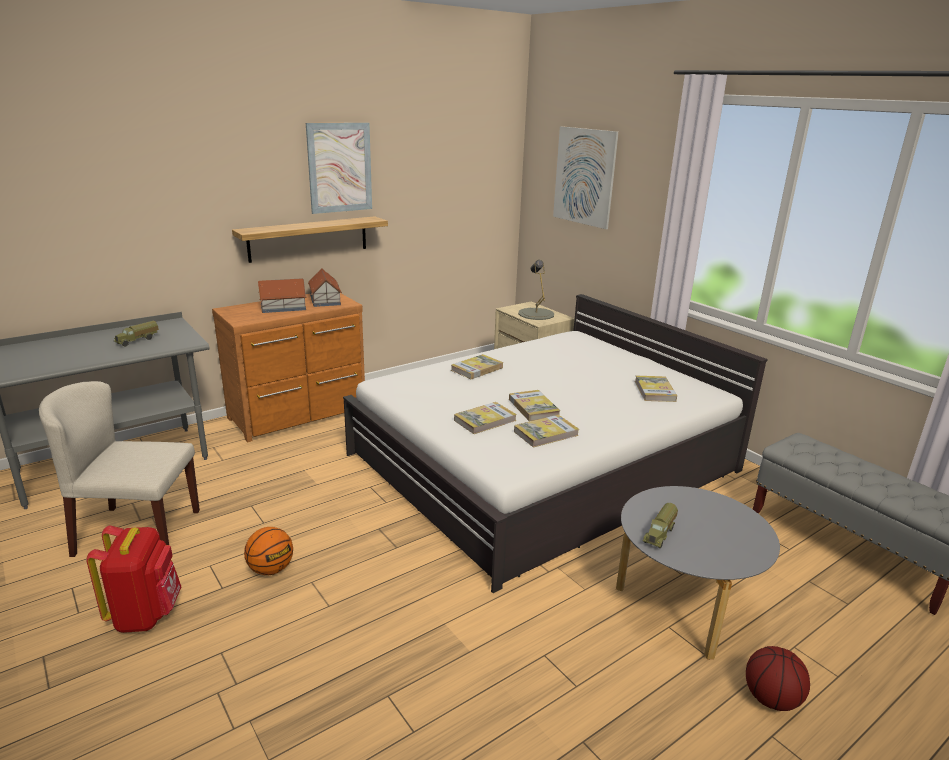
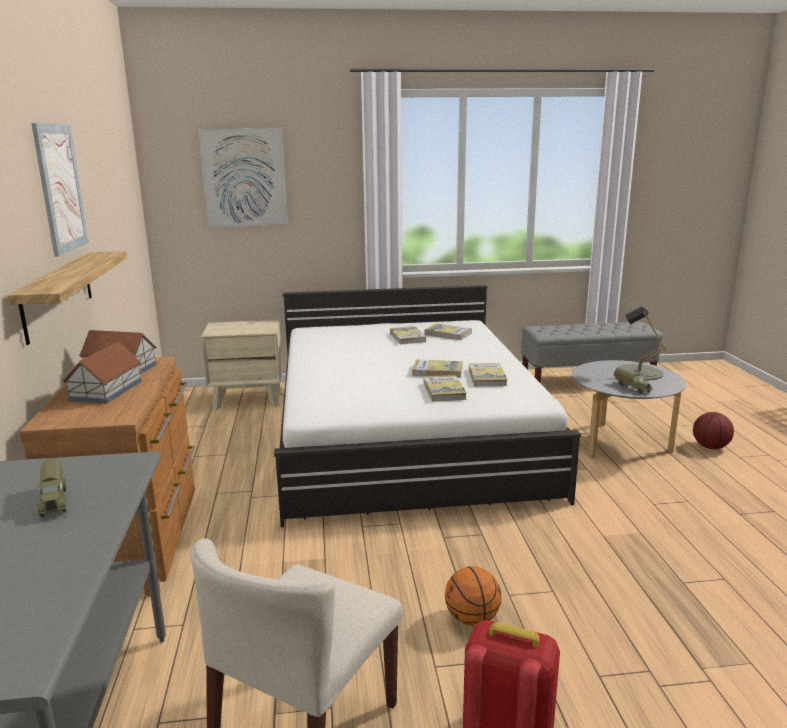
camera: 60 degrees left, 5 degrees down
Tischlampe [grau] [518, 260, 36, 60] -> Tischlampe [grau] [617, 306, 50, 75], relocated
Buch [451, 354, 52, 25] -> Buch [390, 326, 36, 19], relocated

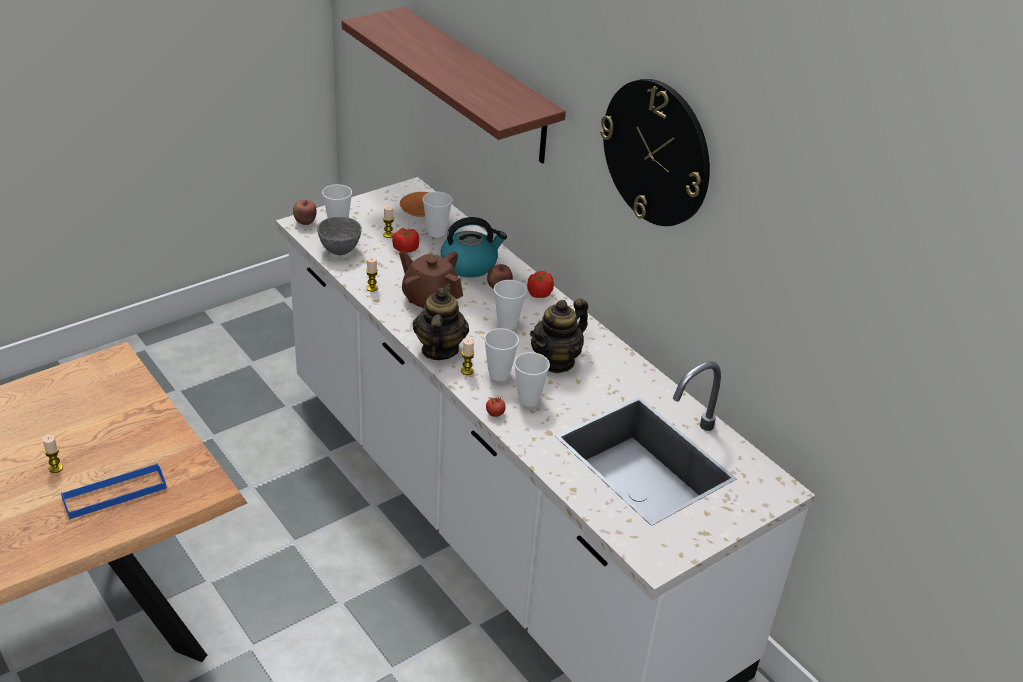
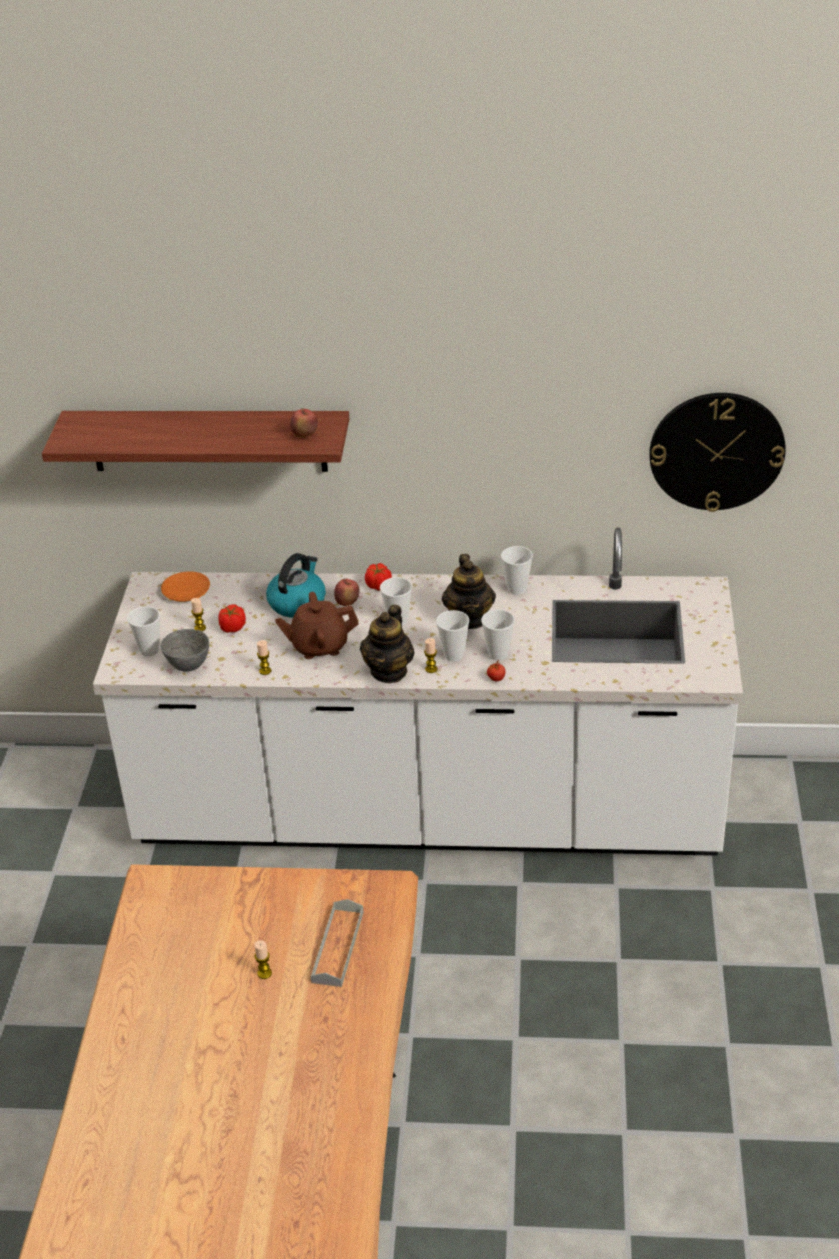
camera: 45 degrees left, 0 degrees up
Wanduhr [600, 79, 110, 147] -> Wanduhr [649, 393, 137, 119], relocated
Tasse [423, 192, 29, 46] -> Tasse [501, 546, 32, 49], relocated
Apfel [293, 200, 24, 25] -> Apfel [290, 408, 28, 30], relocated
Teekanne [413, 283, 56, 77] -> Teekanne [360, 605, 55, 78], 120 degrees counterclockwise
Tablett [blau] [61, 463, 106, 56] -> Tablett [grau] [311, 899, 53, 88]

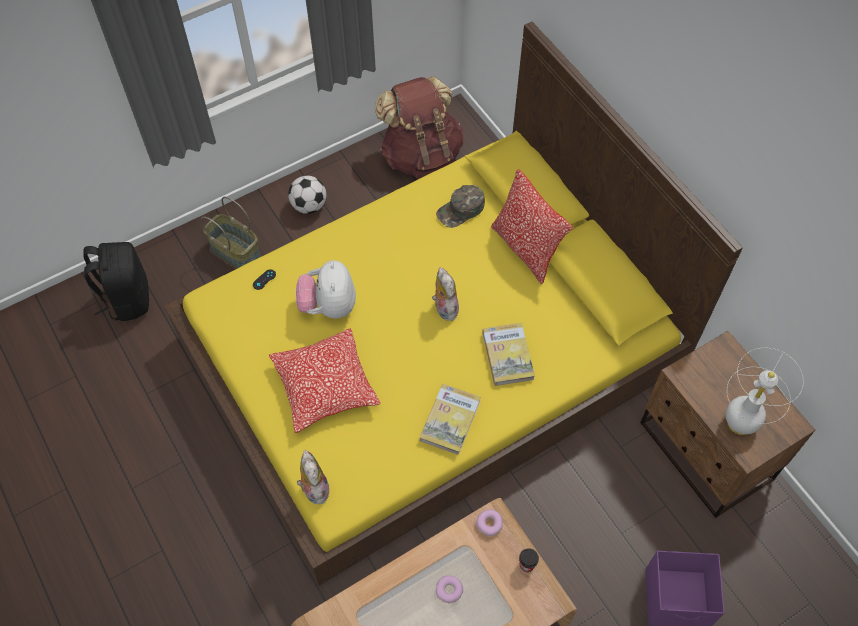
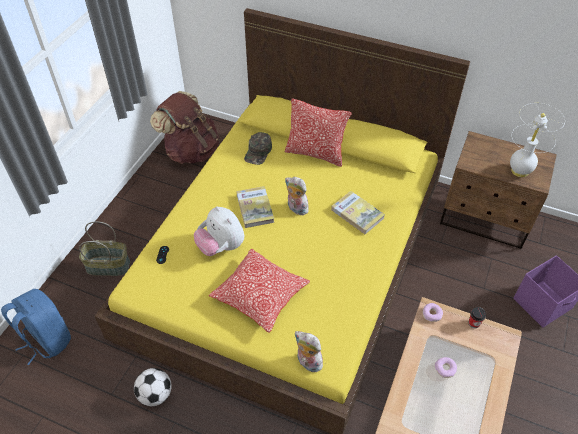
camera: 35 degrees left, 10 degrees down
Fußball [288, 176, 38, 38] -> Fußball [134, 368, 38, 38], relocated
Rucksack [schwarz] [83, 242, 67, 79] -> Rucksack [blau] [1, 289, 70, 76]
Buch [420, 384, 61, 71] -> Buch [236, 186, 38, 42], relocated

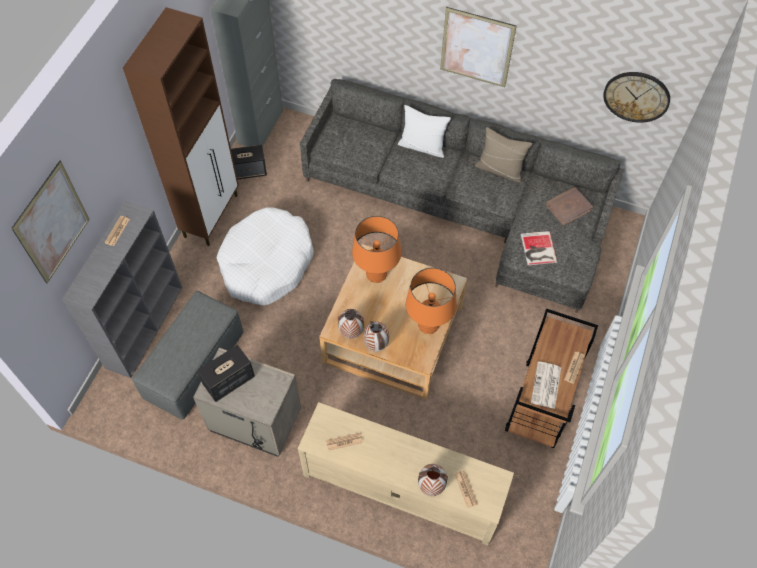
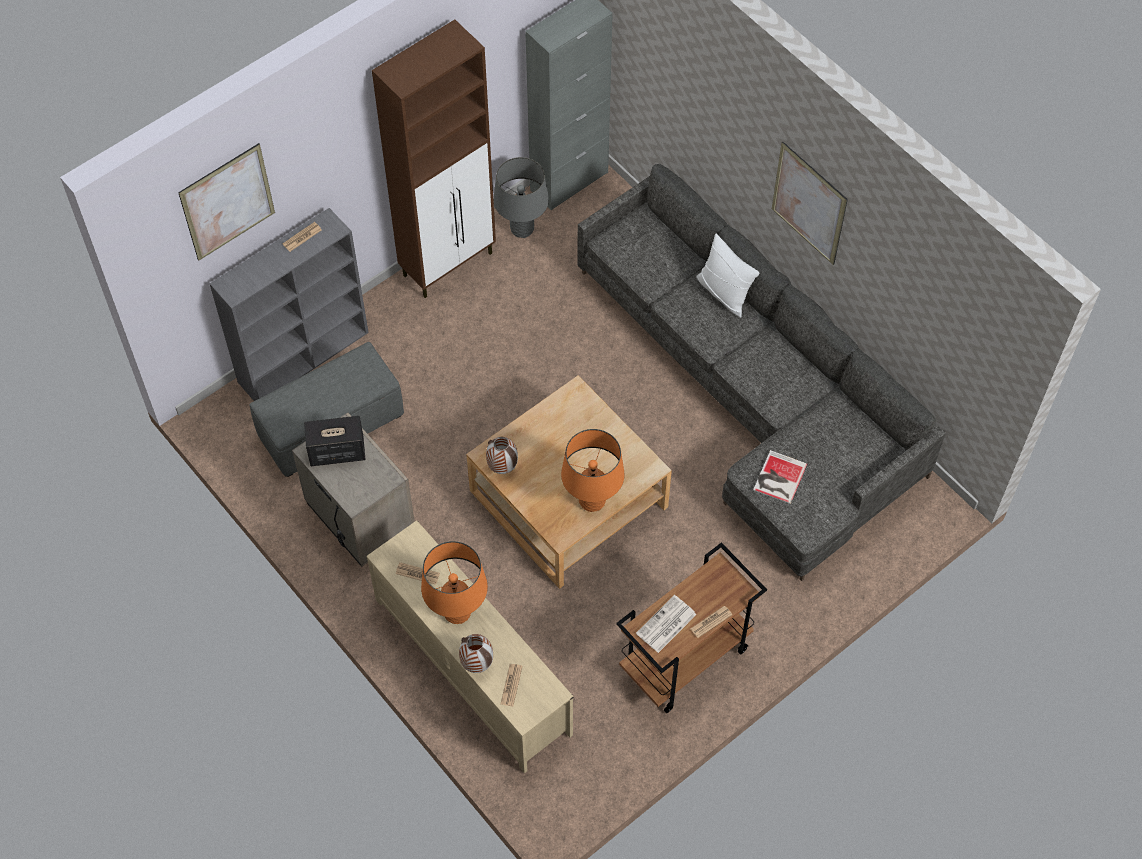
camera: 30 degrees right, 0 degrees up
Wanduhr [603, 72, 67, 51] -> none
Kissen [beige] [475, 127, 57, 56] -> none
Lautsprecher [231, 145, 36, 34] -> Tischlampe [grau] [494, 157, 55, 81]
Buch [braun] [546, 187, 47, 39] -> none
Hundebett [weiß] [217, 207, 97, 98] -> none
Tischlampe [orange] [352, 216, 49, 67] -> Tischlampe [orange] [421, 541, 67, 83], relocated
Vase [363, 321, 26, 31] -> none

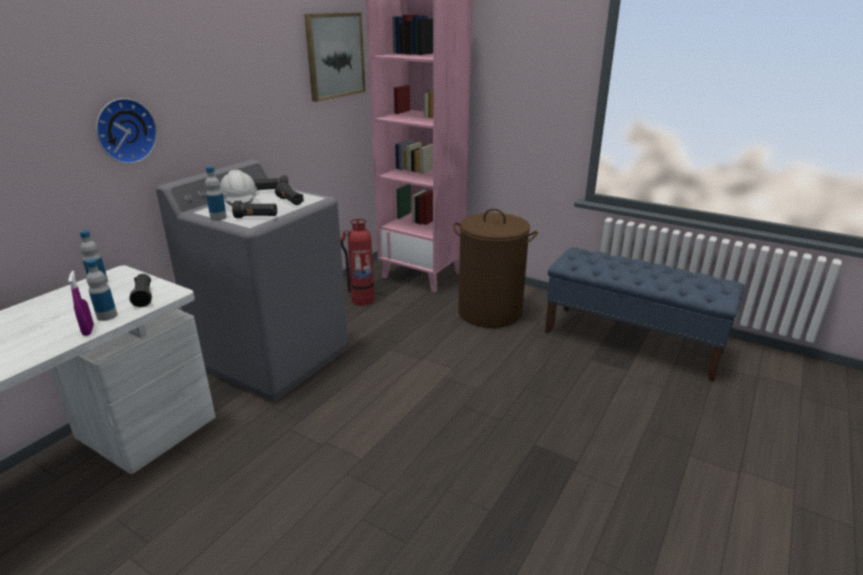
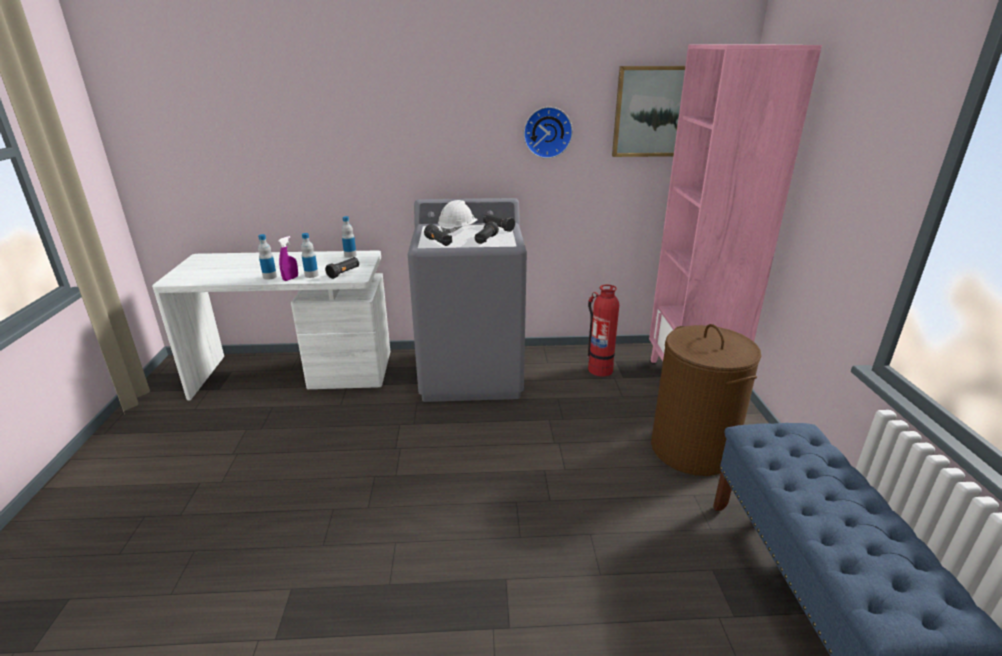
camera: 55 degrees right, 0 degrees up
Wanduhr [96, 98, 61, 66] -> Wanduhr [523, 107, 50, 52], relocated
Flasche [205, 166, 22, 55] -> Flasche [258, 234, 19, 46], relocated

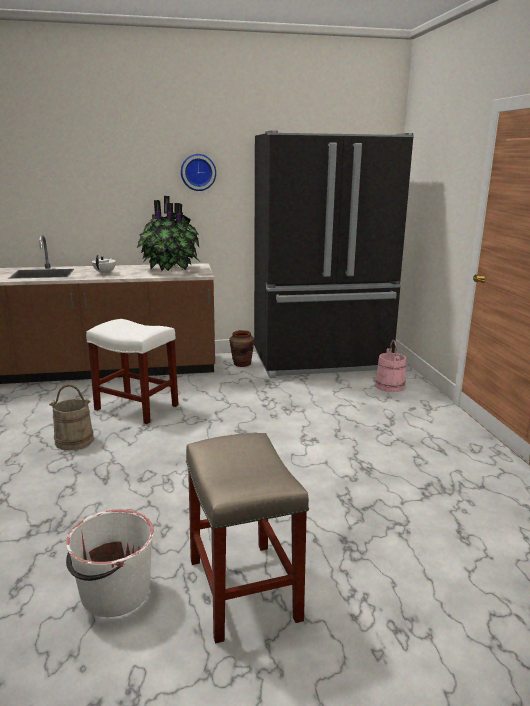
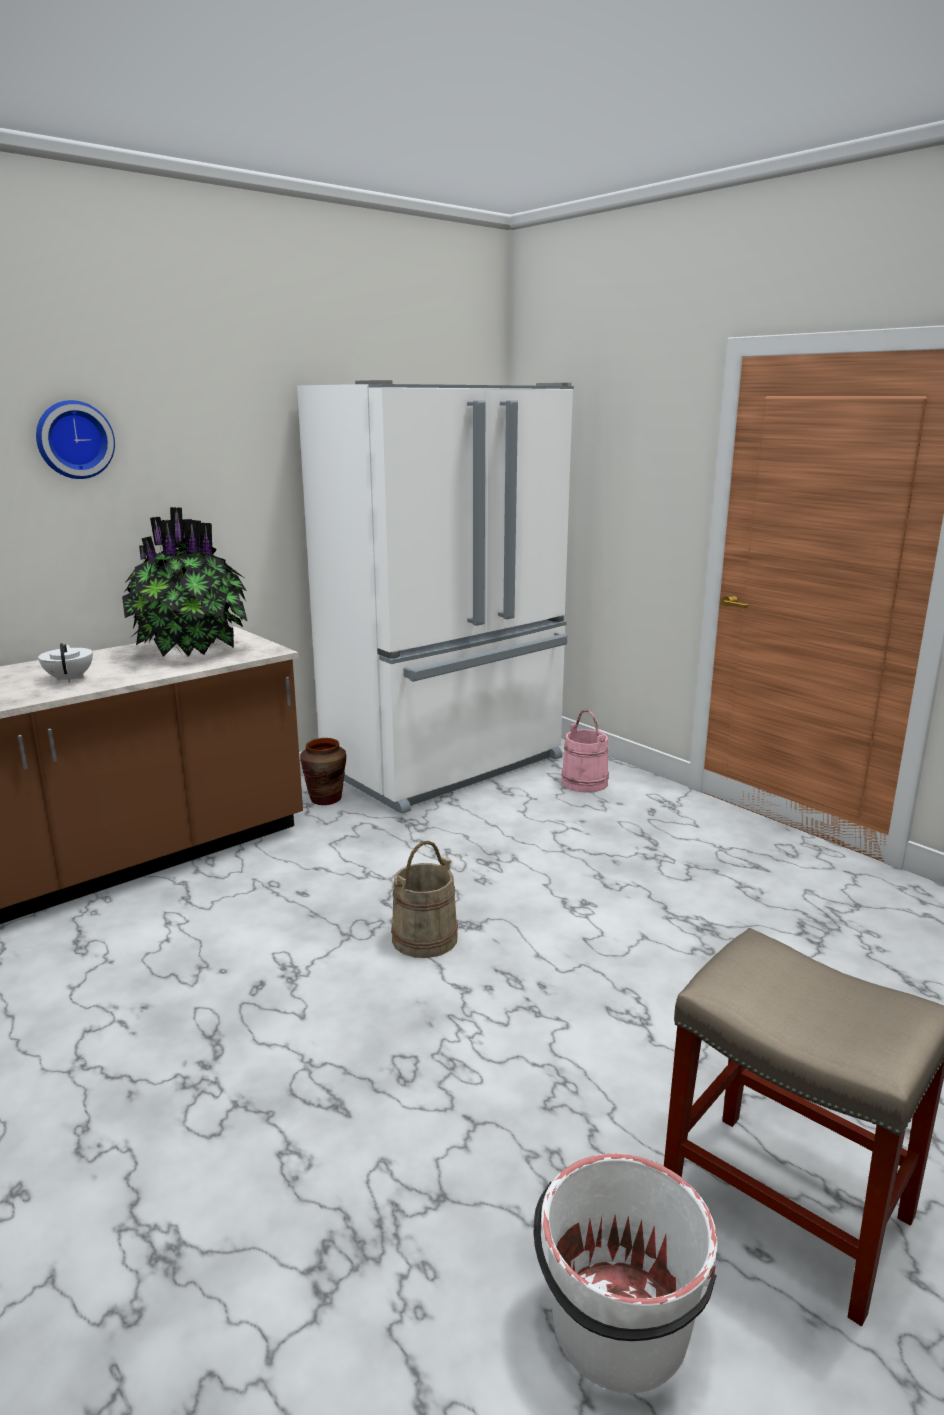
camera: 30 degrees left, 0 degrees up
Kühlschrank [schwarz] [254, 131, 160, 247] -> Kühlschrank [weiß] [297, 380, 277, 434]
Wanduhr [181, 154, 35, 37] -> Wanduhr [36, 400, 79, 79], relocated
Hocker [weiß] [86, 319, 93, 105] -> none
Eimer [beige] [49, 384, 45, 66] -> Eimer [beige] [391, 841, 67, 117], relocated

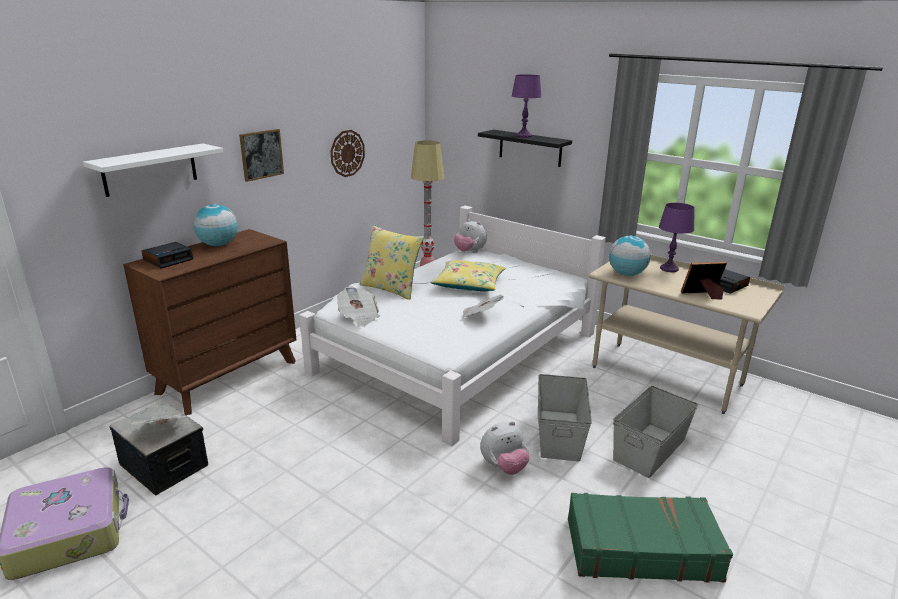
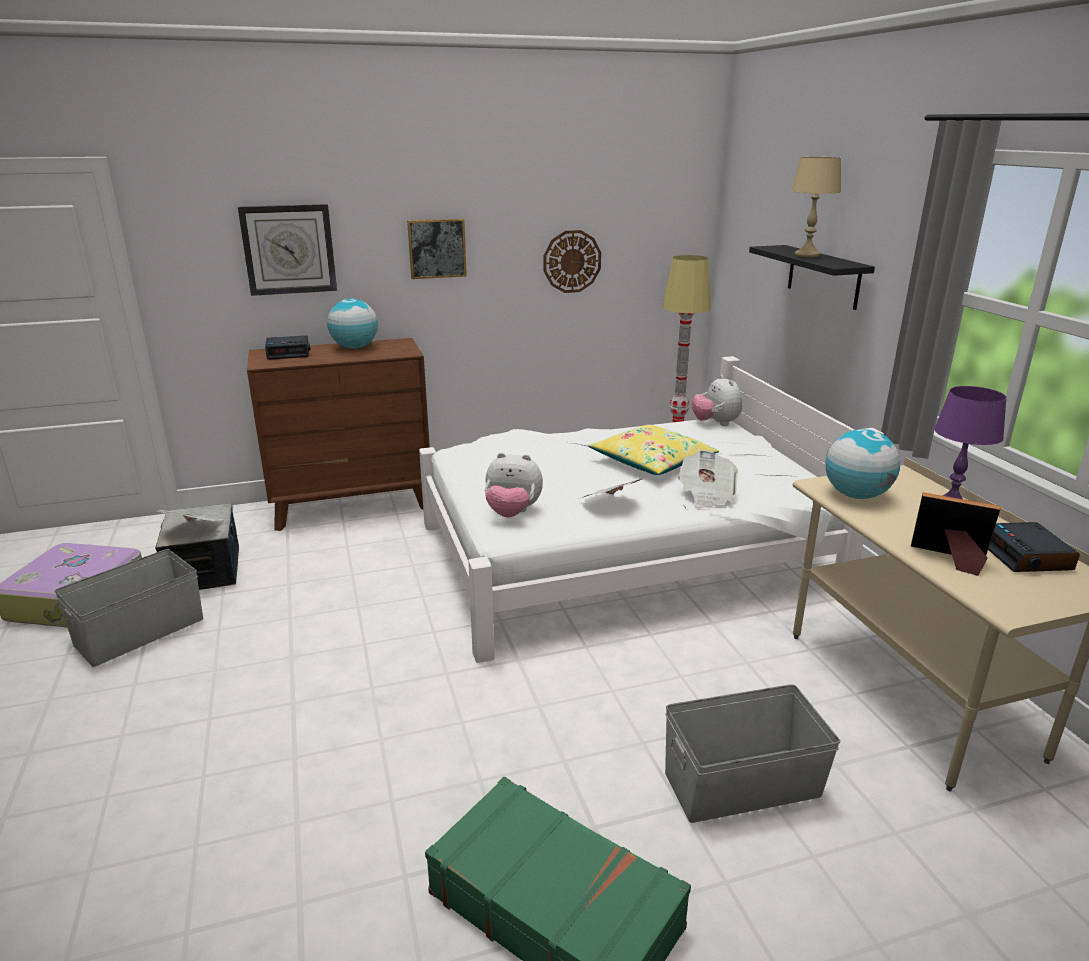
camera: 35 degrees right, 0 degrees up
Tischlampe [lila] [512, 74, 29, 64] -> Tischlampe [beige] [791, 157, 50, 100]
Wandregal [weiß] [83, 143, 140, 54] -> Wanduhr [238, 204, 99, 92]
Kissen [gelb] [359, 225, 65, 75] -> none
Zeitung [337, 287, 43, 40] -> Zeitung [678, 450, 60, 58], relocated
Aufbewahrungsbox [grau] [538, 374, 54, 87] -> Aufbewahrungsbox [grau] [55, 549, 148, 118], relocated
Plüschtier [480, 421, 49, 54] -> Plüschtier [485, 453, 58, 64], relocated

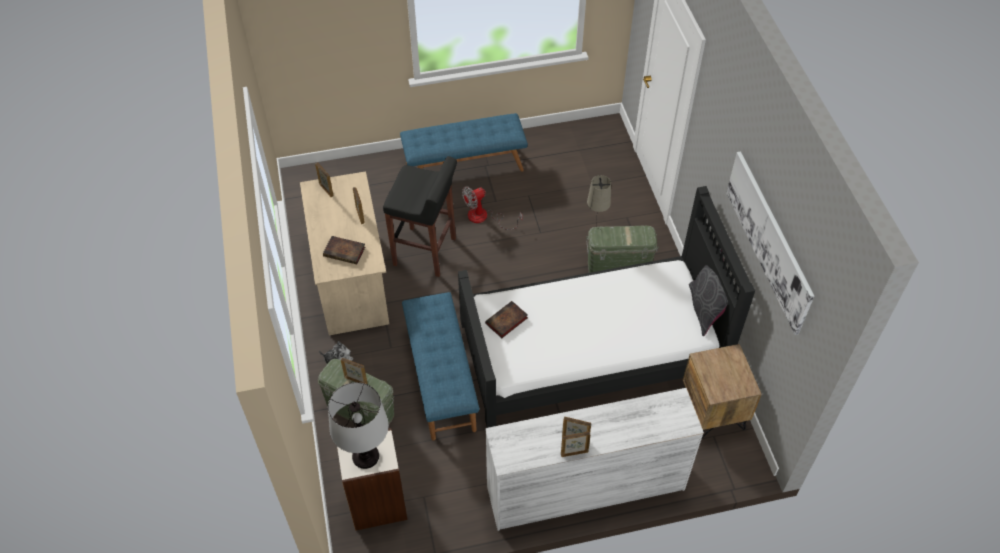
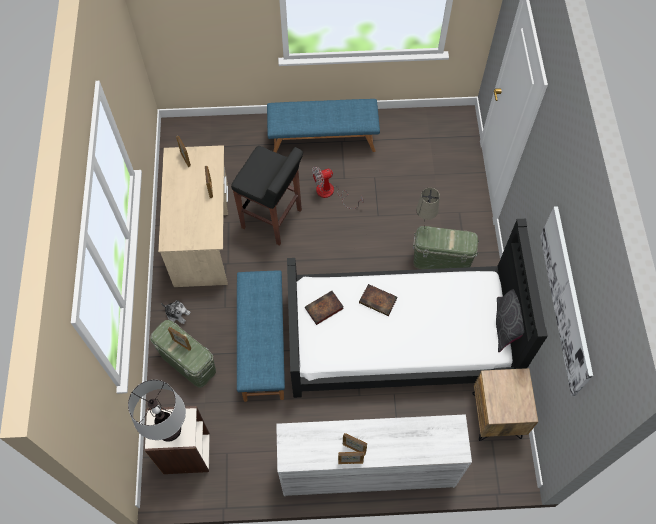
camera: 10 degrees right, 10 degrees up
Buch [323, 236, 42, 28] -> Buch [359, 284, 38, 32], relocated

